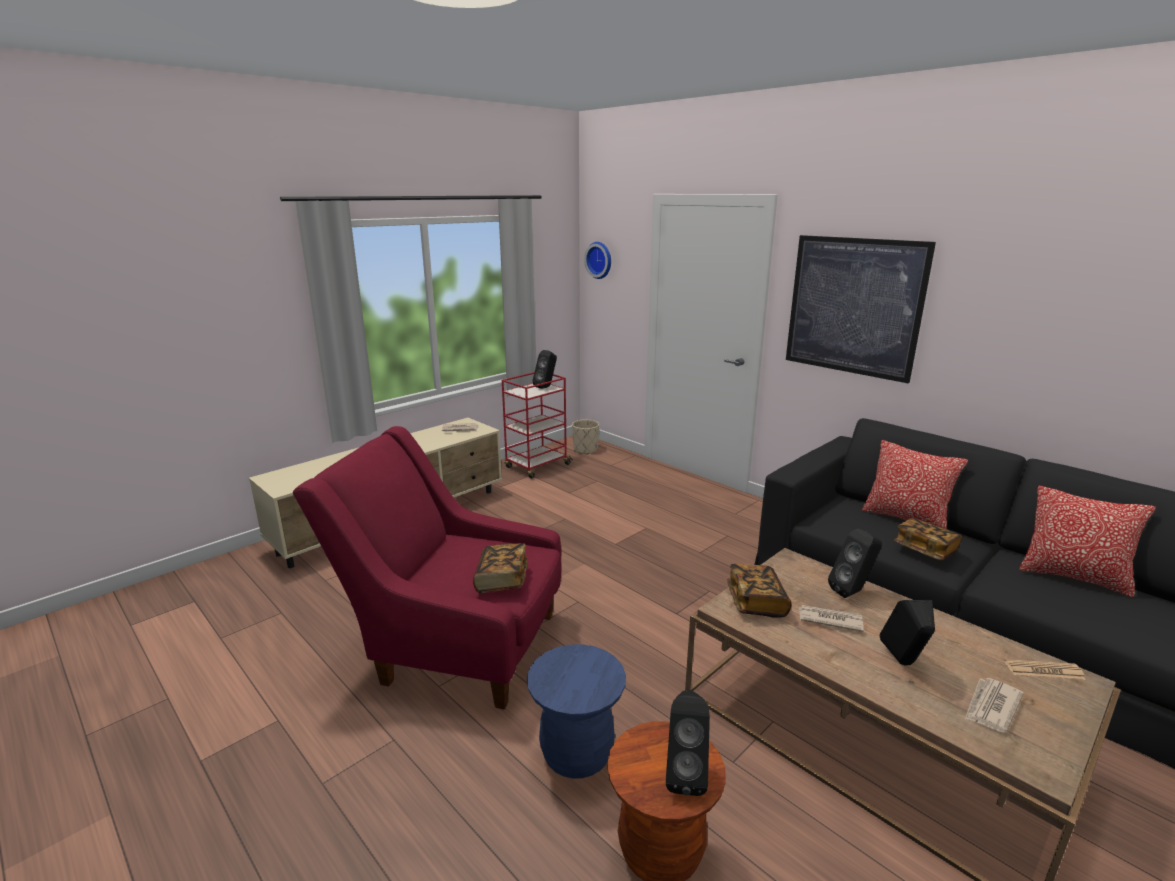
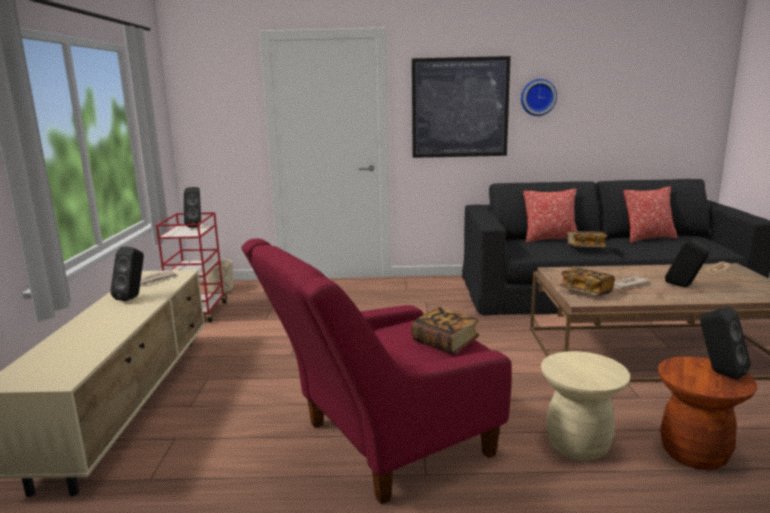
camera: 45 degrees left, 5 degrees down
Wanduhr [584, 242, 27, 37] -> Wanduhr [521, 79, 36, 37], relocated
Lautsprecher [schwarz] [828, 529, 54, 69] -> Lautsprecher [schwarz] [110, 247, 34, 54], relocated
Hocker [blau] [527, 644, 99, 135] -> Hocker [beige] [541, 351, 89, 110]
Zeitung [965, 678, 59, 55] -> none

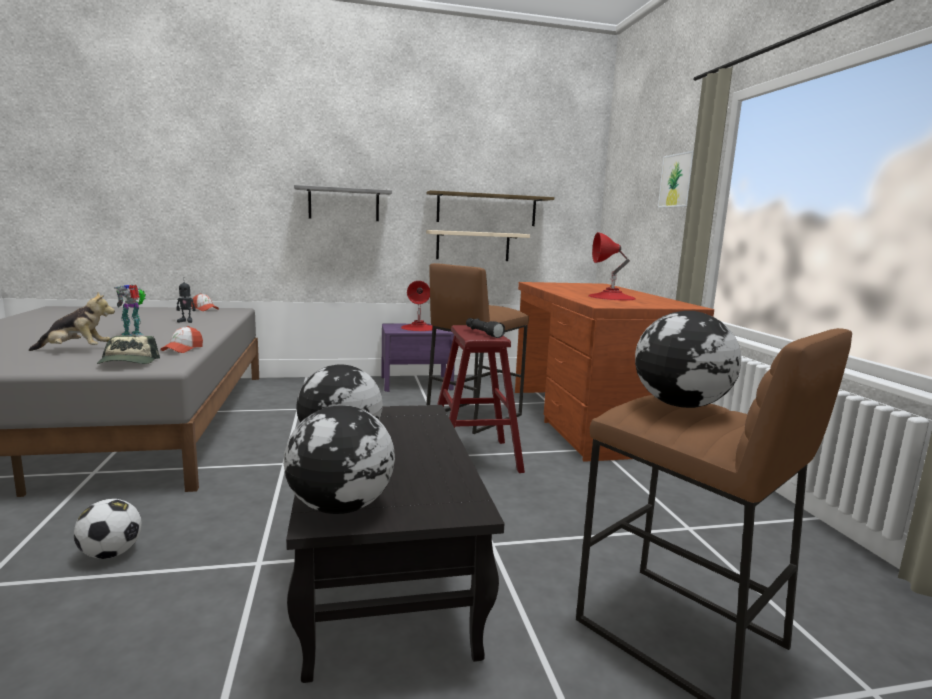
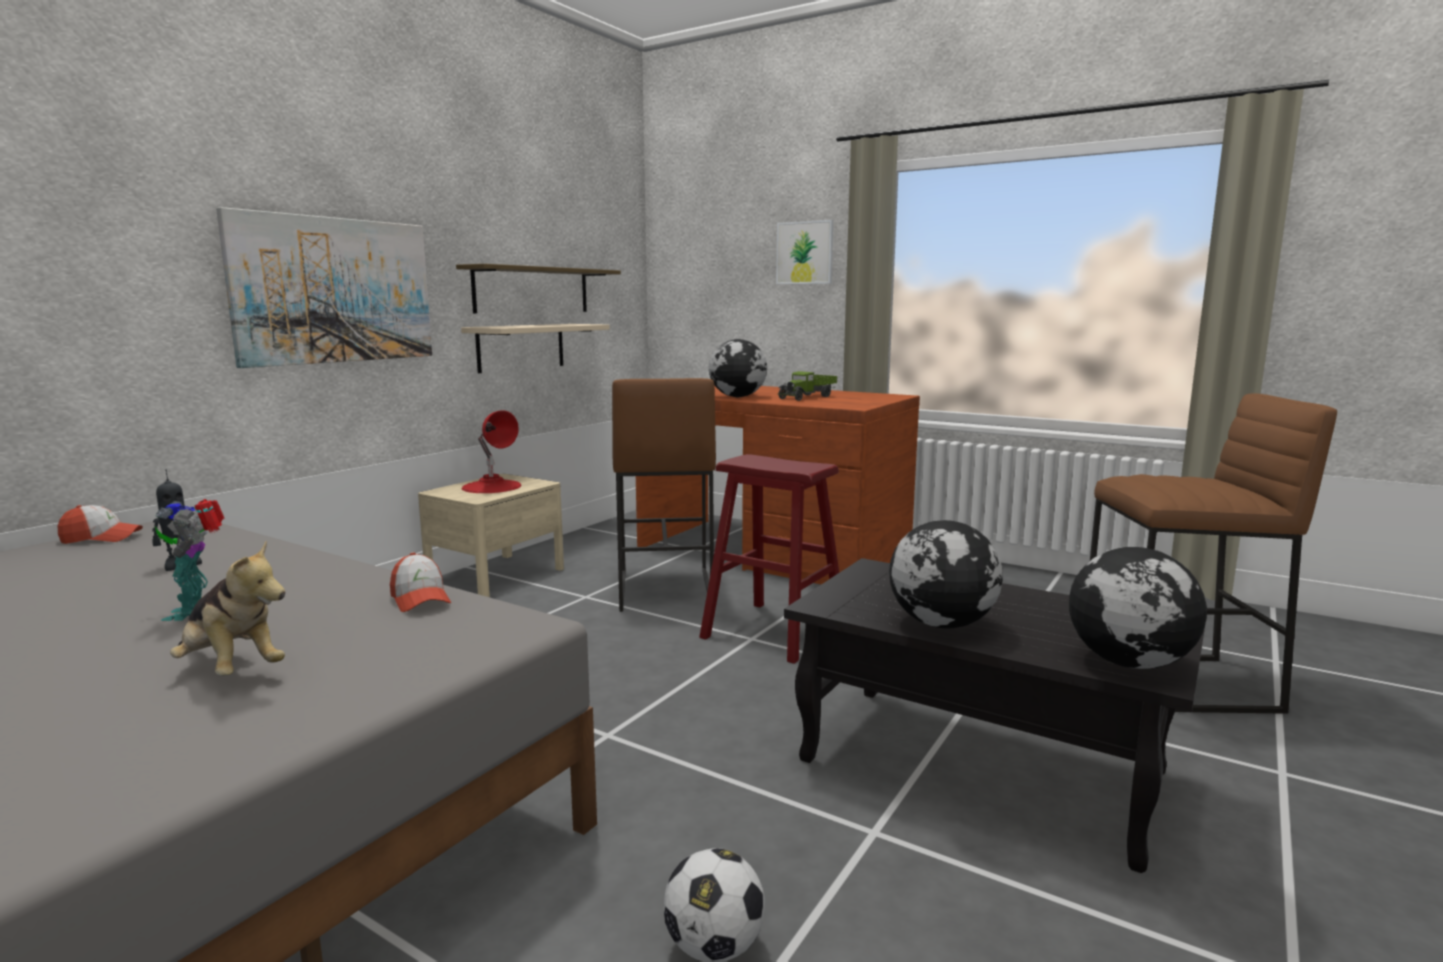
camera: 45 degrees left, 0 degrees up
Wandregal [grau] [294, 185, 98, 36] -> Bild [216, 207, 216, 161]
Tischlampe [rot] [589, 232, 47, 69] -> Spielzeuglaster [778, 371, 59, 30]
Plüschtier [29, 292, 86, 59] -> Plüschtier [170, 541, 115, 135], 90 degrees clockwise
Globus [635, 311, 106, 97] -> Globus [709, 339, 58, 58], relocated
Taschenlampe [schwarz] [466, 318, 39, 20] -> none
Nachttisch [lila] [381, 324, 74, 68] -> Nachttisch [beige] [418, 474, 146, 123]
Kappe [97, 335, 63, 29] -> none

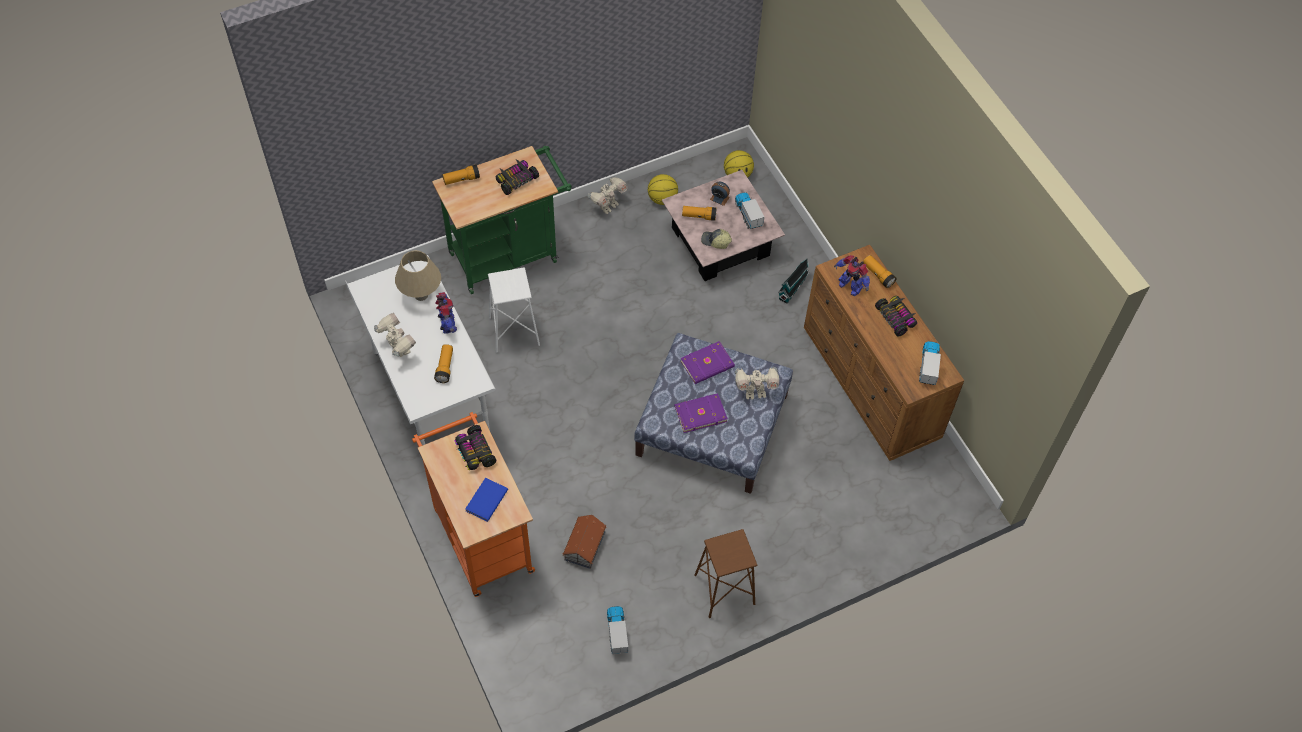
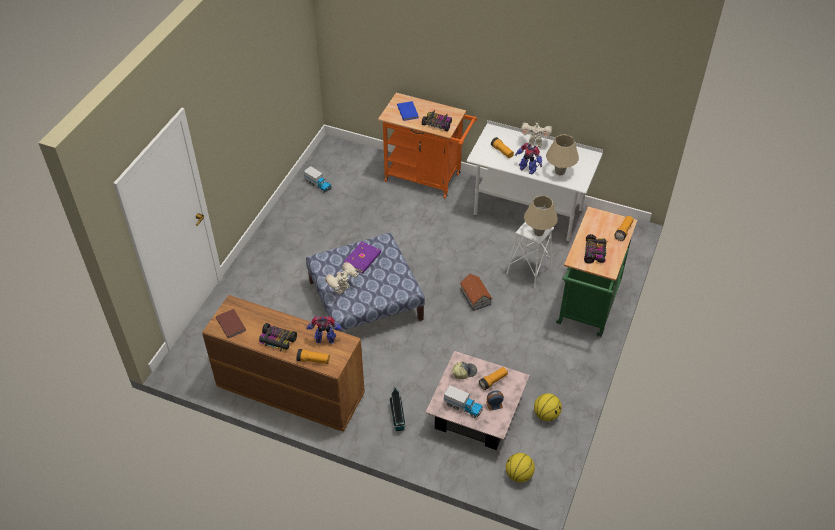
camera: 140 degrees right, 10 degrees down
Spielzeugroboter [588, 176, 40, 38] -> none
Buch [lila] [681, 341, 54, 43] -> none
Spielzeuglaster [919, 341, 22, 44] -> Buch [braun] [216, 309, 30, 30]
Spielzeughaus [563, 515, 44, 54] -> Spielzeughaus [460, 274, 32, 37], relocated
Hocker [braun] [695, 529, 62, 89] -> none
none -> Tischlampe [beige] [524, 196, 34, 40]

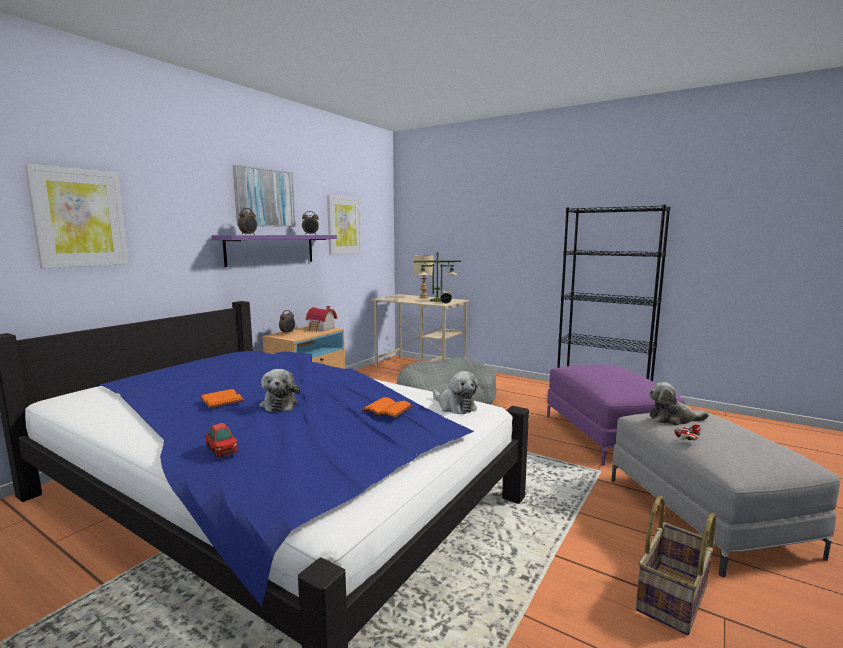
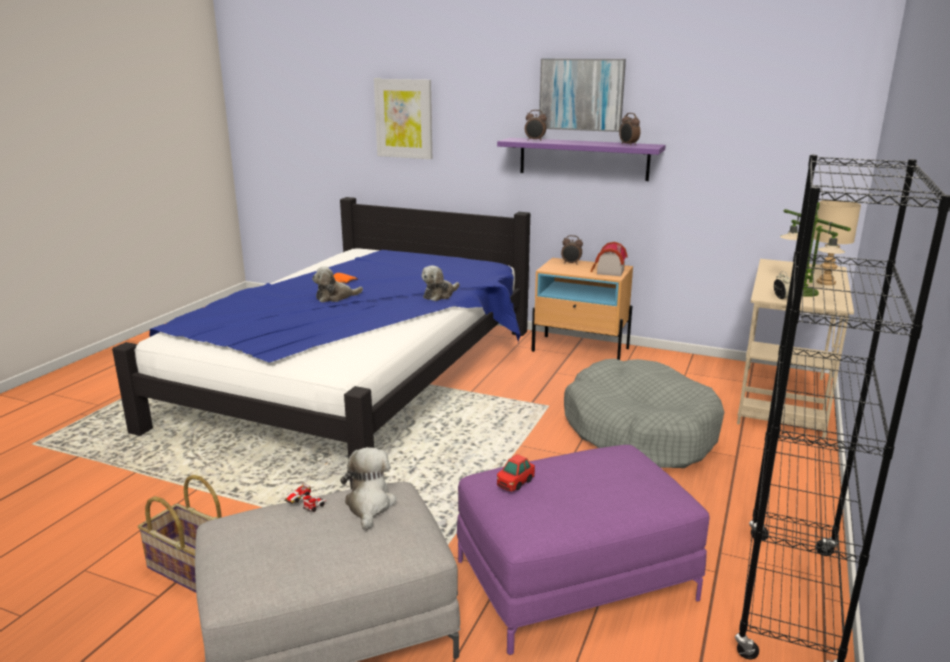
camera: 80 degrees right, 10 degrees up
Bild [327, 195, 35, 60] -> none
Plüschtier [433, 371, 46, 43] -> Plüschtier [422, 265, 37, 36], relocated
Buch [orange] [362, 397, 51, 21] -> none
Spielzeugauto [205, 423, 33, 34] -> Spielzeugauto [497, 454, 38, 38], relocated

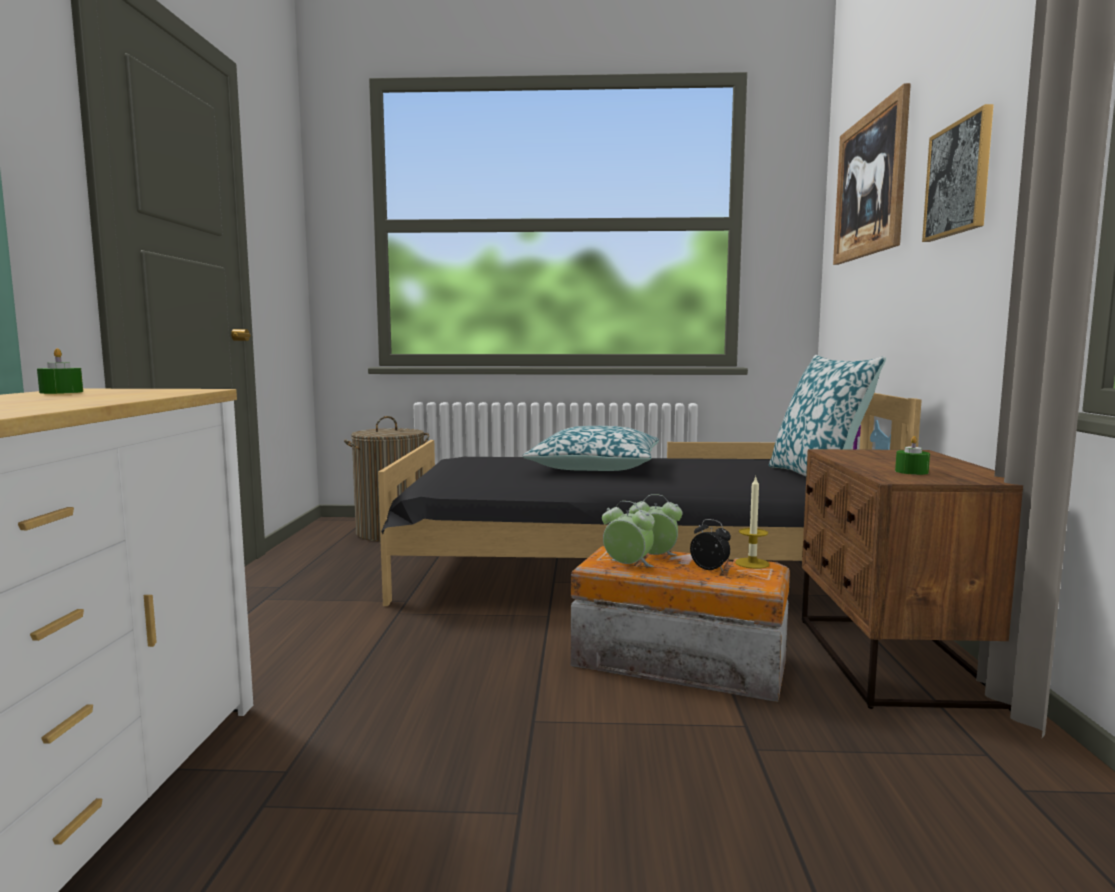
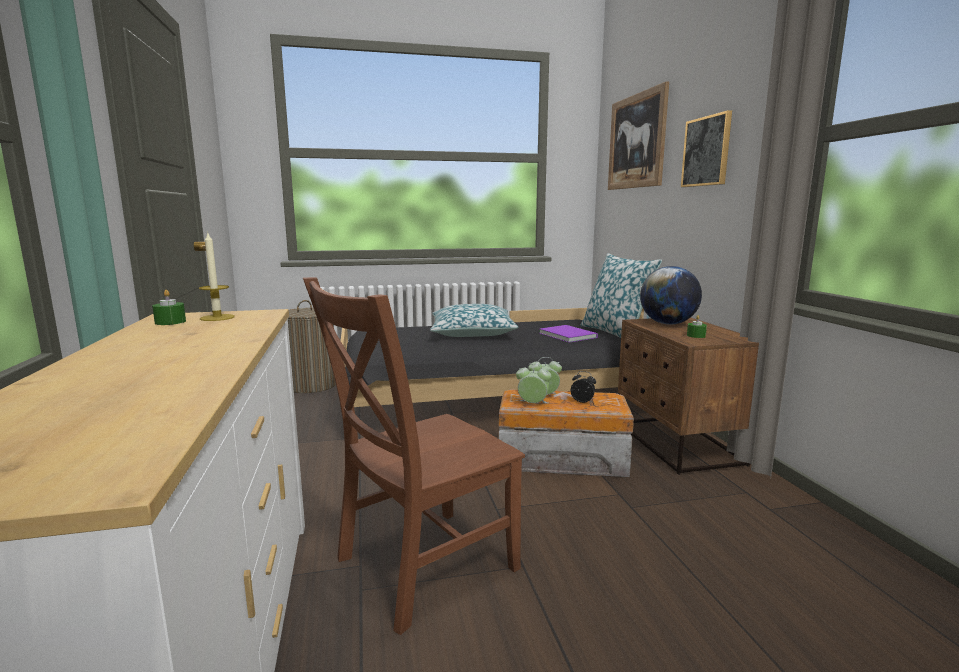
camera: 15 degrees left, 5 degrees up
Kerze [735, 477, 35, 92] -> Kerze [199, 231, 36, 90], relocated
none -> Globus [640, 266, 62, 59]
none -> Stuhl [braun] [303, 277, 222, 358]
none -> Buch [lila] [539, 325, 59, 18]

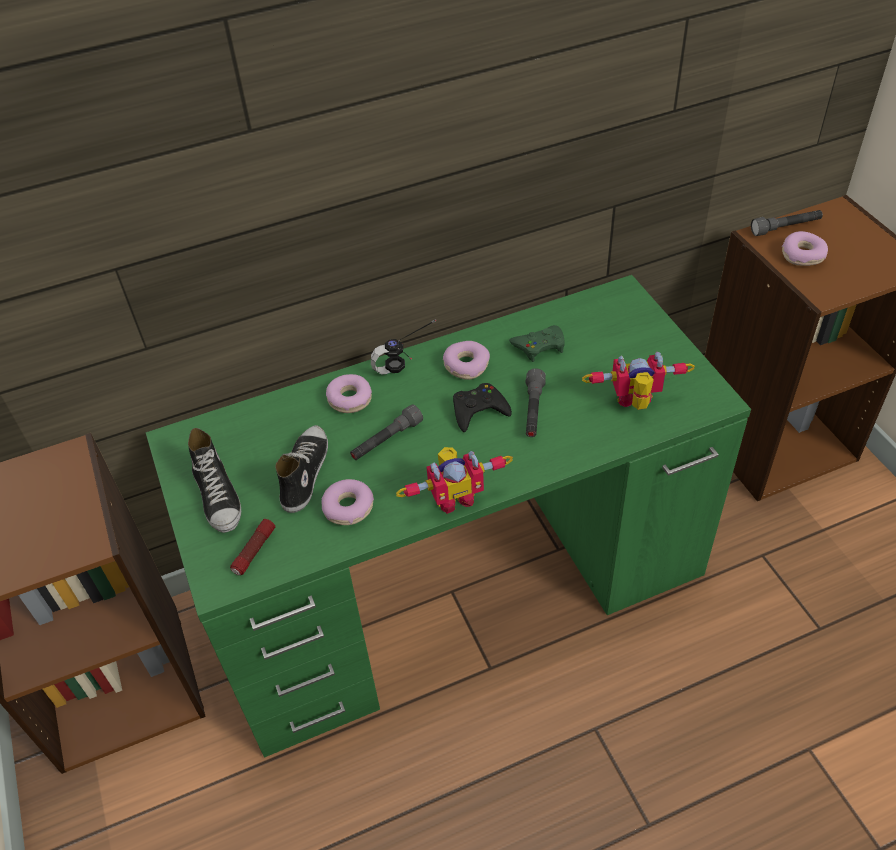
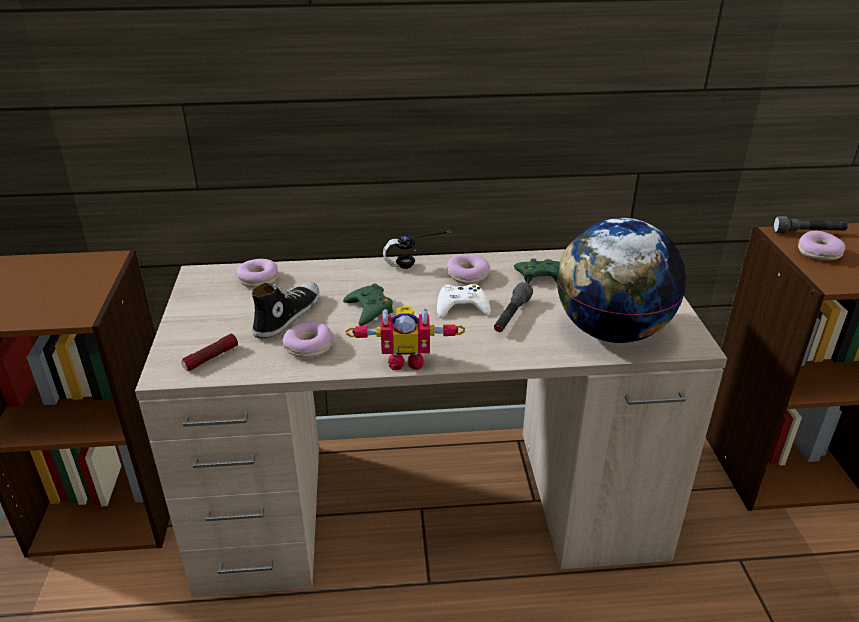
camera: 15 degrees right, 15 degrees down
Schreibtisch [grün] [146, 275, 605, 483] -> Schreibtisch [beige] [135, 249, 592, 348]
Spielzeugroboter [582, 352, 113, 58] -> Globus [557, 218, 129, 125]
Donut [326, 374, 46, 39] -> Donut [236, 259, 42, 29], relocated
Gamepad [schwarz] [453, 383, 59, 49] -> Gamepad [weiß] [437, 284, 53, 34]
Taschenlampe [grau] [350, 404, 73, 56] -> Gamepad [grün] [343, 284, 50, 42]
Schuh [188, 428, 53, 105] -> none

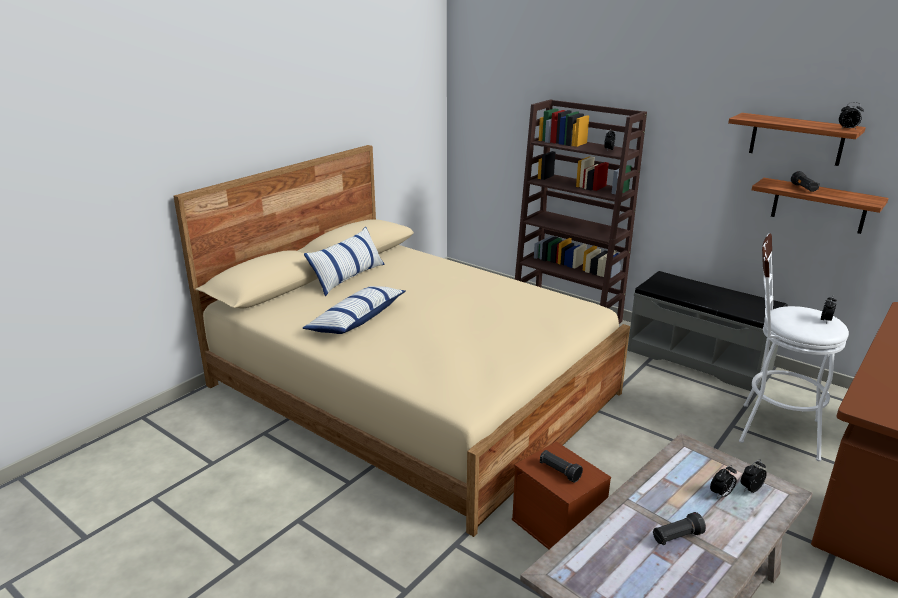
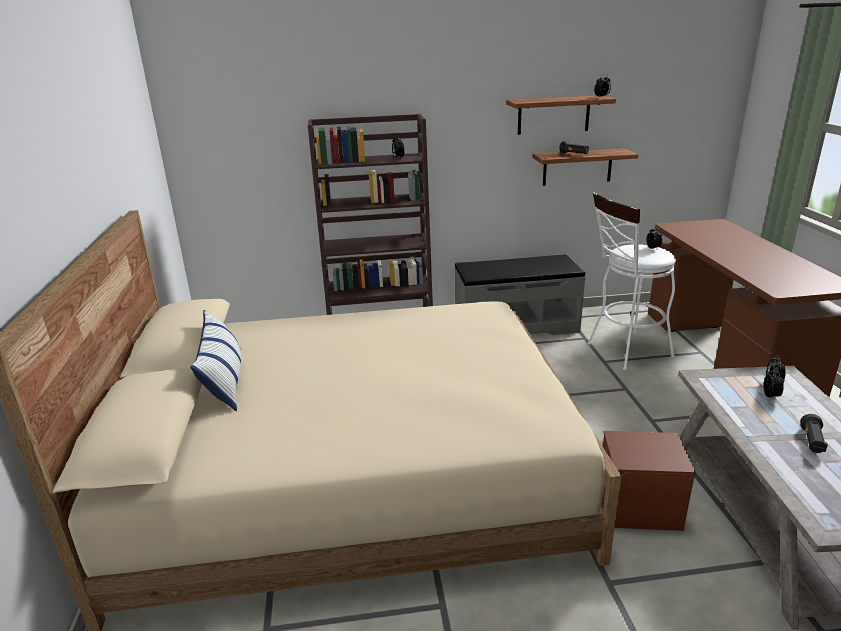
camera: 45 degrees left, 0 degrees up
Kissen [303, 286, 103, 48] -> none
Taschenlampe [schwarz] [540, 450, 43, 33] -> none

